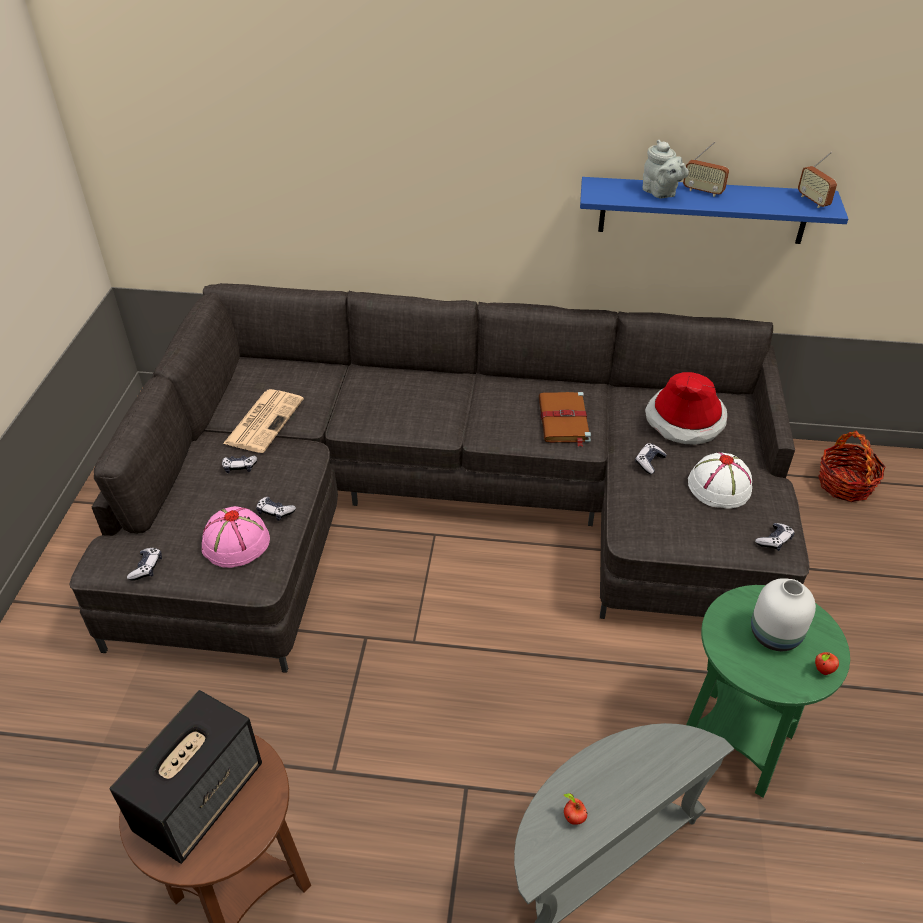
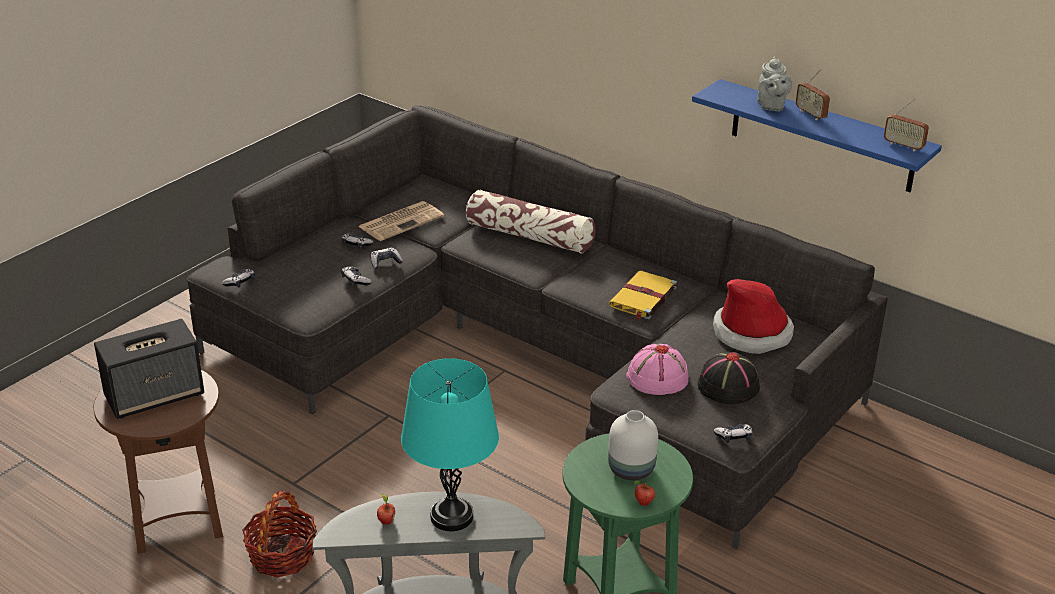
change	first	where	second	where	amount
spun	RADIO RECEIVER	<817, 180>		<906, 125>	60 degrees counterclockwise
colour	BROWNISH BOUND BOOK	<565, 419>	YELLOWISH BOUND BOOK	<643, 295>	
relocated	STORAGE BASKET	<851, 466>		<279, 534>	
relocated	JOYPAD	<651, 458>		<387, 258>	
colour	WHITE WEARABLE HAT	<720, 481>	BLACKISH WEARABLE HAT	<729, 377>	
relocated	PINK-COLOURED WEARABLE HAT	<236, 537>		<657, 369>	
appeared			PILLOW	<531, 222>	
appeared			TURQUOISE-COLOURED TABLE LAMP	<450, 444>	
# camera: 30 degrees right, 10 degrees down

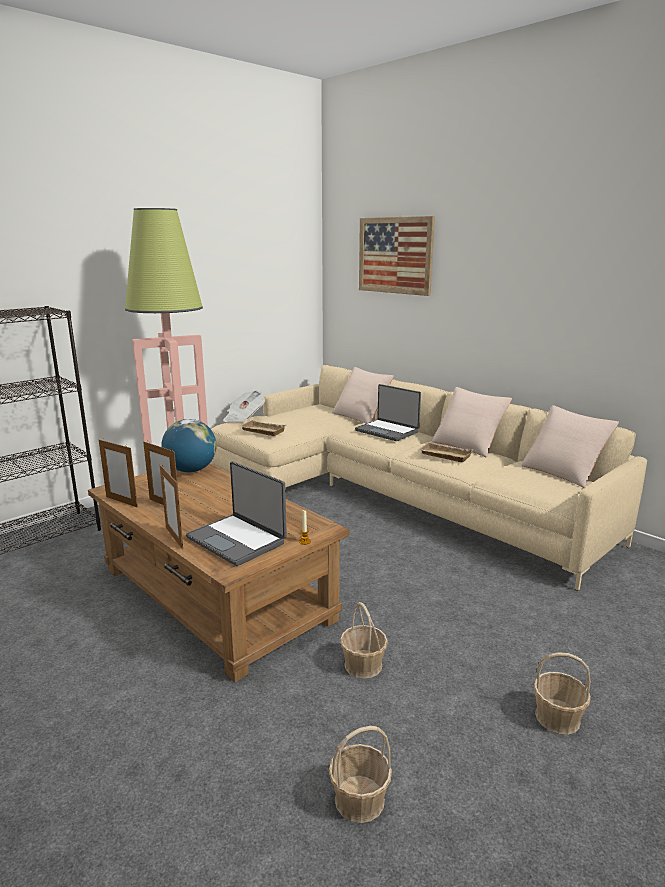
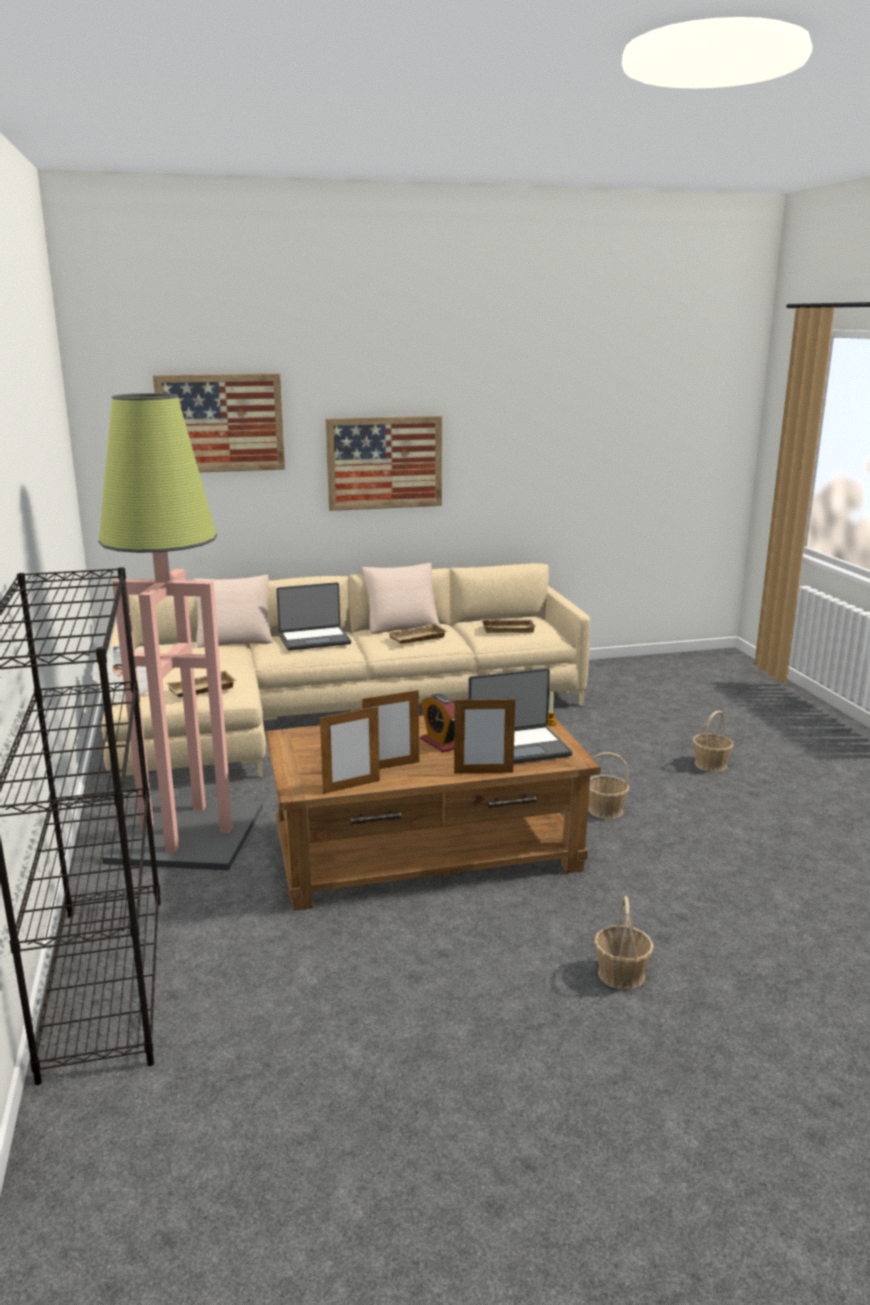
change	first	where	second	where	amount
missing	SAND-COLOURED PILLOW	<570, 446>			
missing	DESK GLOBE	<189, 445>			
relocated	STORAGE BASKET	<360, 774>		<624, 943>	
appeared			PICTURE	<383, 463>	
appeared			SAND-COLOURED SERVING TRAY	<508, 626>	
appeared			TABLE CLOCK	<438, 723>	
# camera: 60 degrees left, 0 degrees up

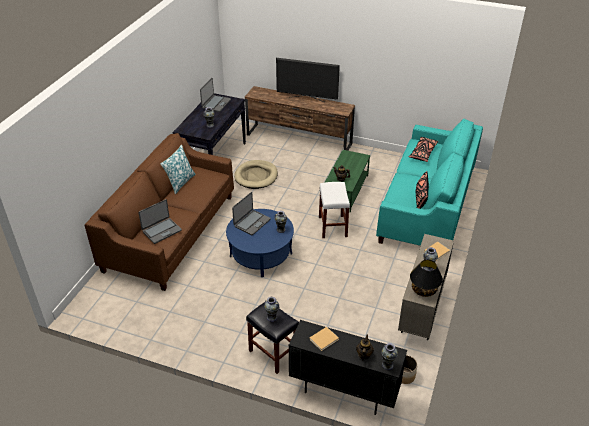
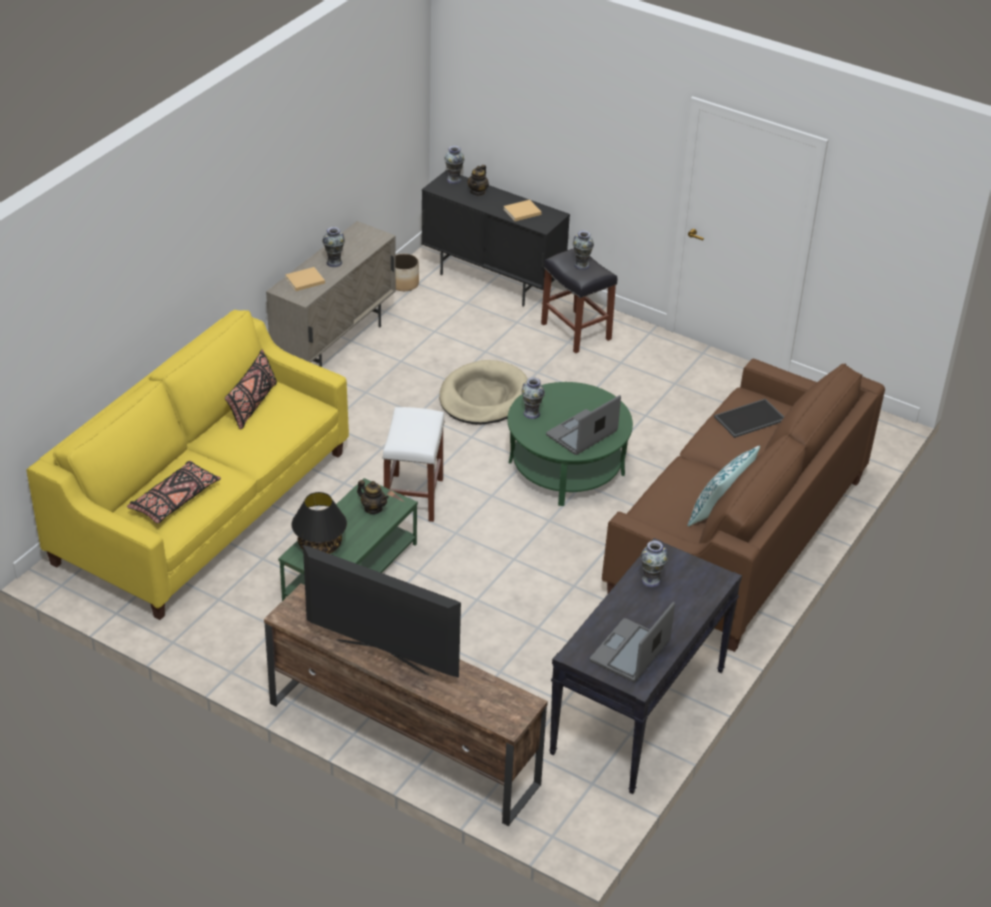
change	first	where	second	where	amount
colour	TURQUOISE-COLOURED COUCH	<429, 182>	YELLOWISH COUCH	<187, 465>	
relocated	SAND-COLOURED DOG CUSHION	<256, 174>		<483, 392>	
exchanged	LAPTOP	<160, 221>	SERVING TRAY	<749, 418>	
colour	BLUE LOUNGE TABLE	<260, 243>	GREEN-COLOURED LOUNGE TABLE	<570, 444>	
relocated	BLACKISH TABLE LAMP	<426, 278>		<319, 523>	
# camera: 170 degrees left, 0 degrees up

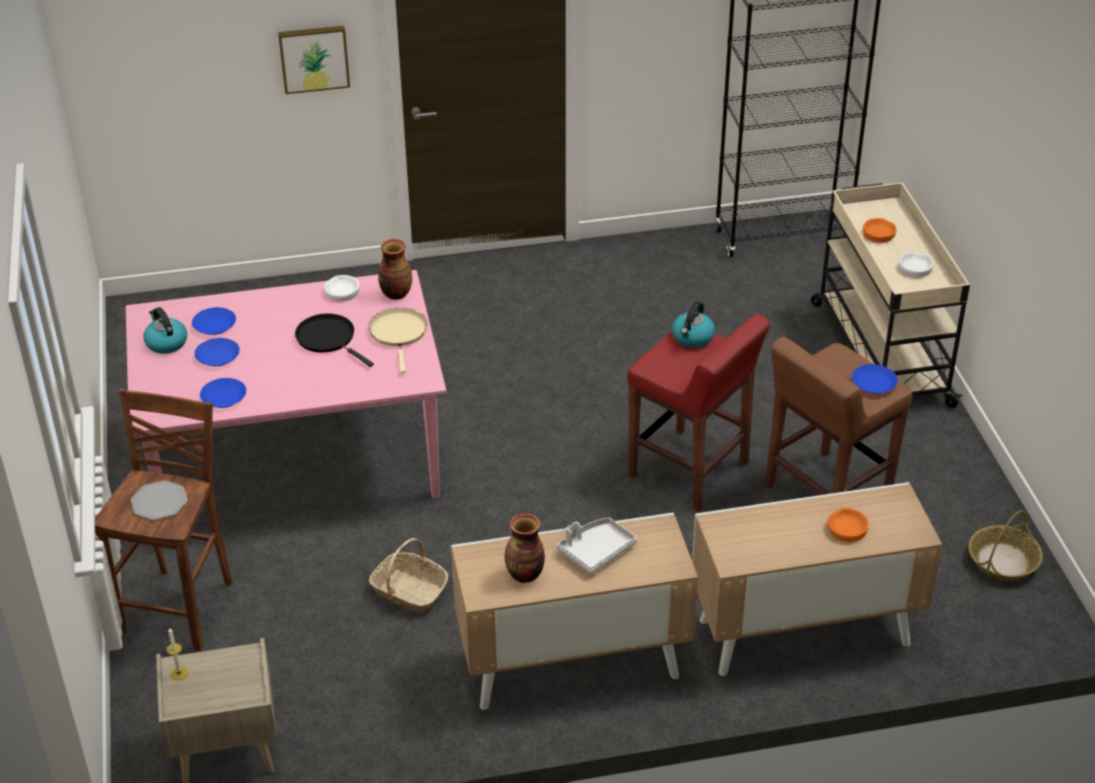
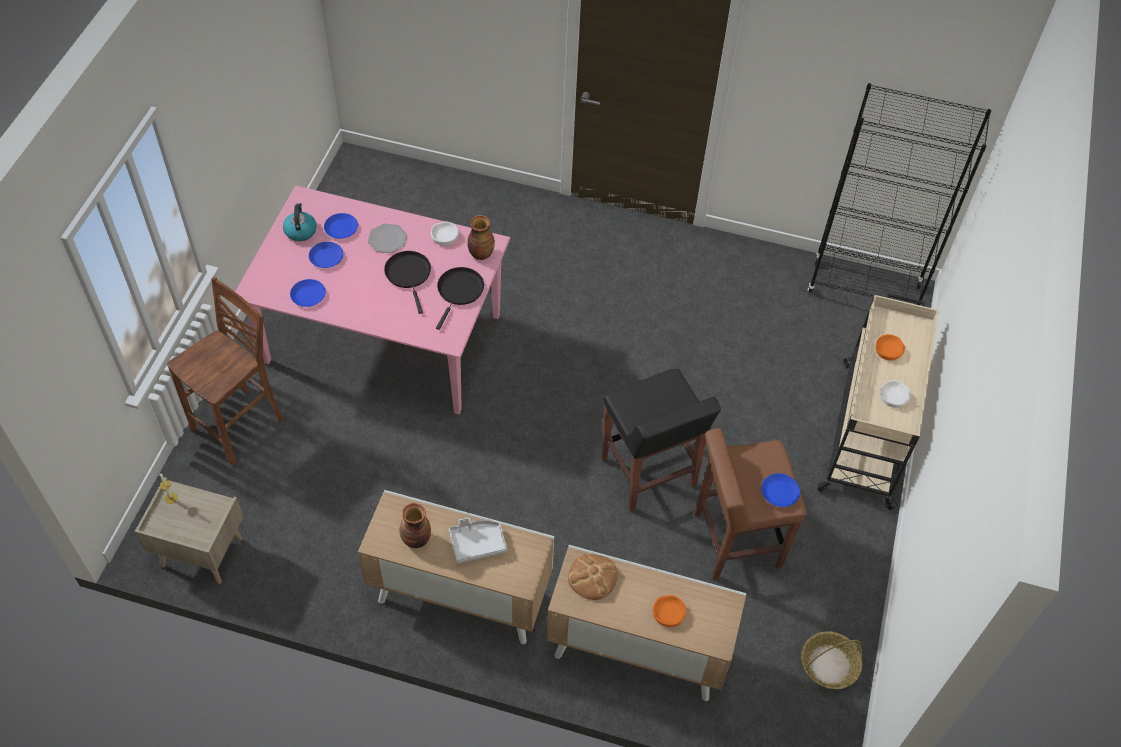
change	first	where	second	where	amount
missing	PICTURE	<314, 60>			
missing	KETTLE	<693, 324>			
colour	SAND-COLOURED FRYING PAN	<398, 340>	BLACKISH FRYING PAN	<460, 298>	
colour	REDDISH STOOL SEAT	<699, 412>	BLACKISH STOOL SEAT	<661, 440>	
relocated	FLAT DISH	<159, 500>		<387, 238>	
missing	STORAGE BASKET	<408, 575>			
appeared			BREAD	<592, 577>	
# camera: 25 degrees right, 15 degrees up

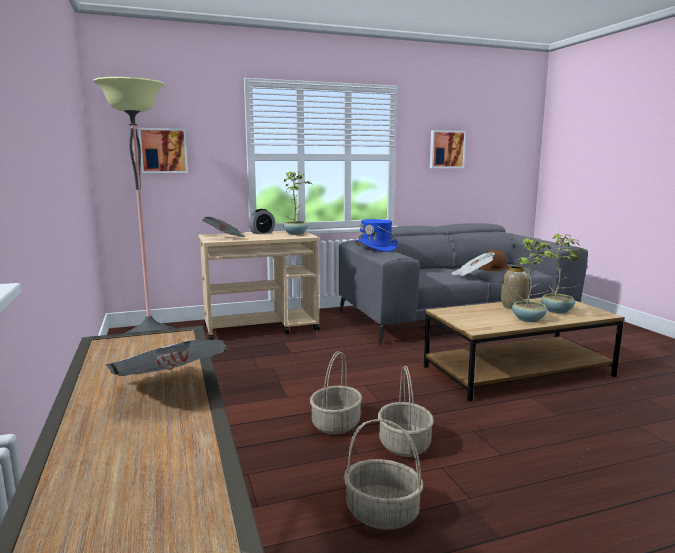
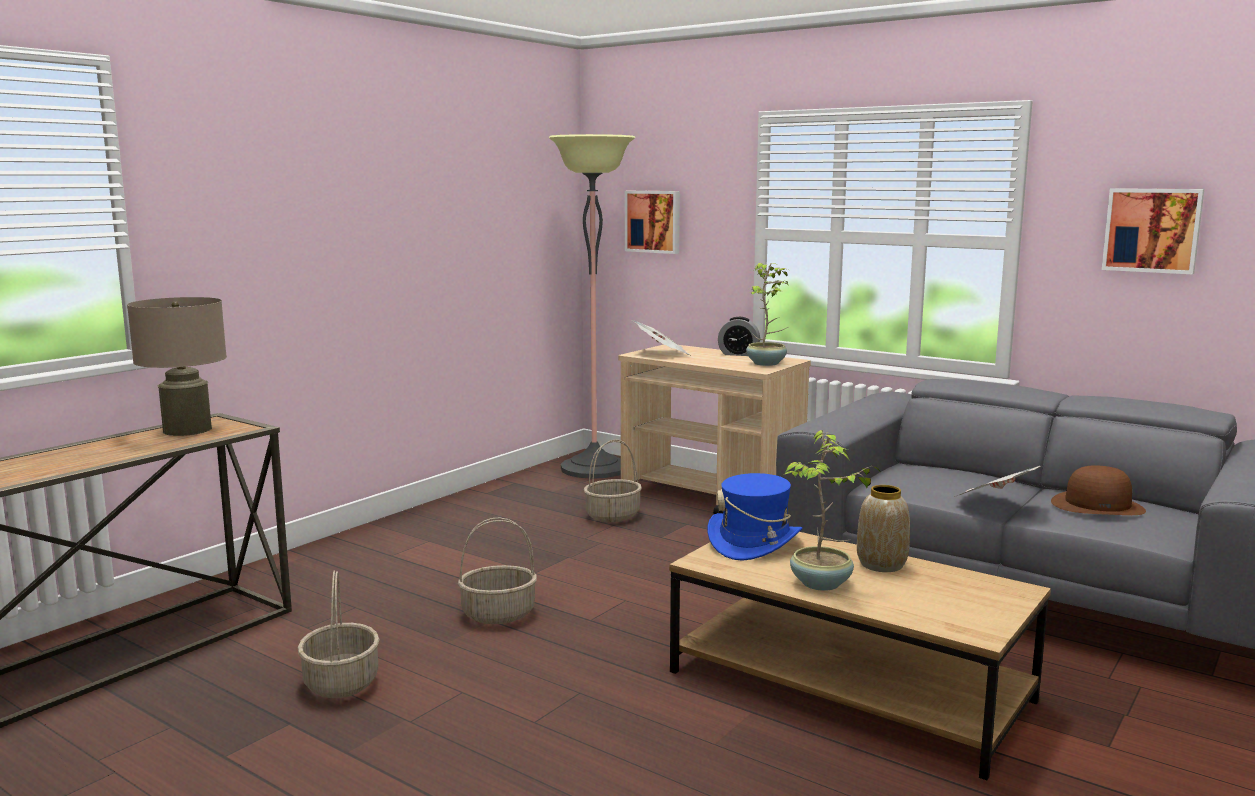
change	first	where	second	where	amount
relocated	BLUE WEARABLE HAT	<376, 235>		<755, 517>	
missing	PLANT IN A POT	<562, 273>			
missing	PRINTED PAPER	<167, 358>			
relocated	STORAGE BASKET	<406, 411>		<613, 480>	
appeared			SAND-COLOURED TABLE LAMP	<177, 366>	
# camera: 55 degrees right, 0 degrees up

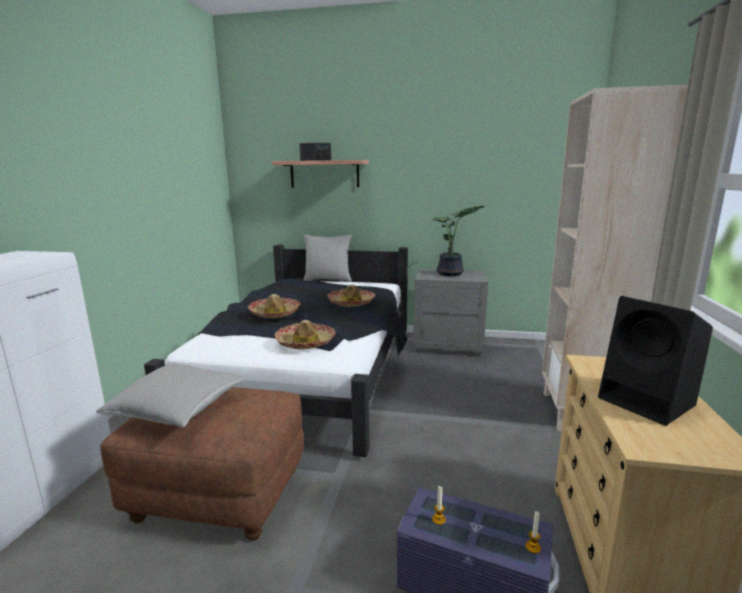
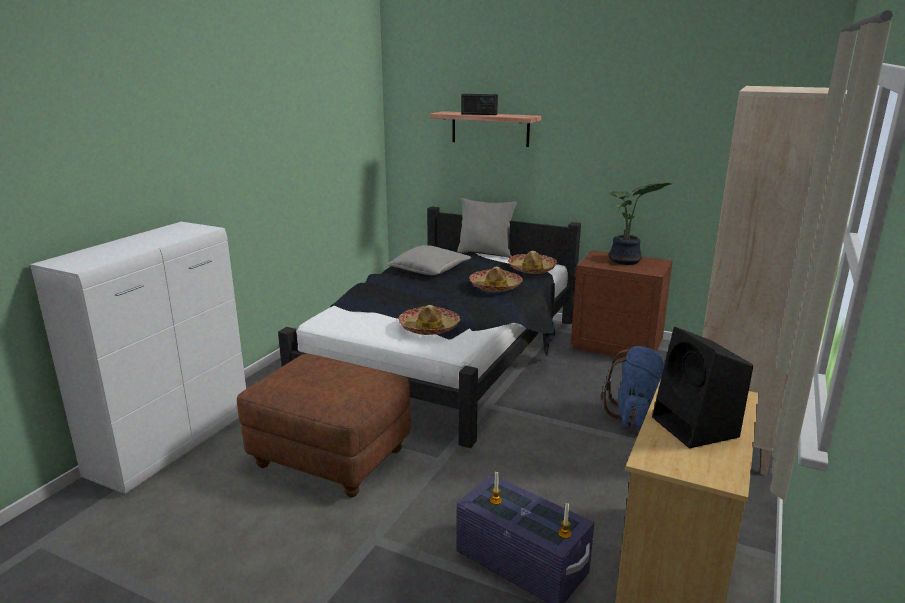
change	first	where	second	where	amount
colour	GREYISH BEDSIDE TABLE	<450, 312>	BROWNISH BEDSIDE TABLE	<621, 304>	
relocated	WEARABLE HAT	<274, 306>		<532, 262>	
relocated	GREYISH PILLOW	<171, 395>		<429, 260>	
appeared			BLUE BACKPACK	<632, 387>	
# camera: 15 degrees right, 5 degrees up

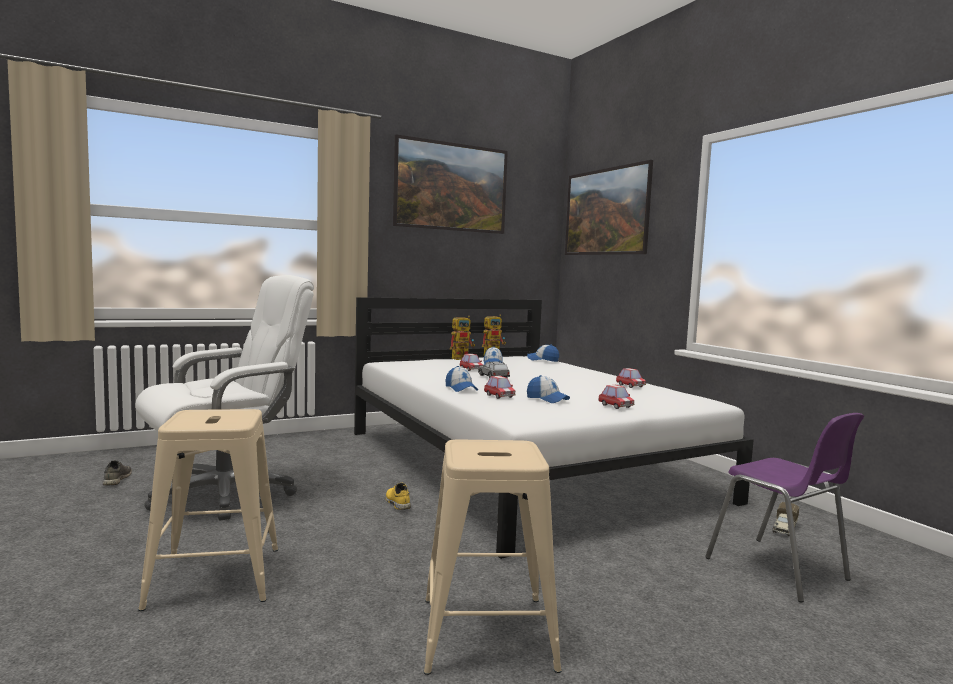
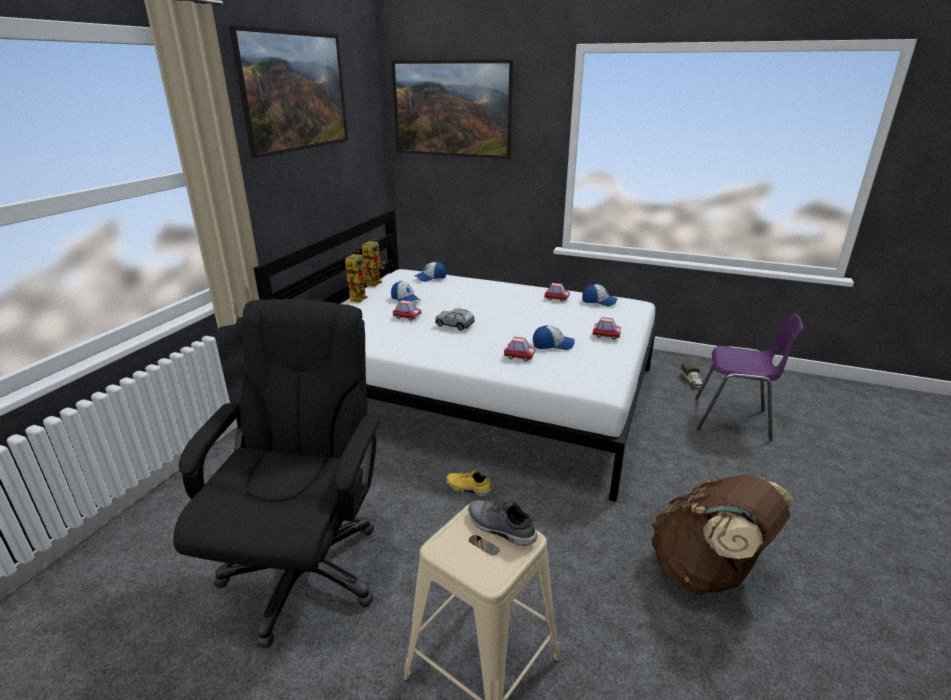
change	first	where	second	where	amount
colour	WHITE DESK CHAIR	<224, 398>	BLACKISH DESK CHAIR	<277, 473>	
relocated	CAP	<462, 379>		<600, 295>	
exchanged	SAND-COLOURED STOOL SEAT	<493, 557>	BROWNISH BACKPACK	<722, 535>	
relocated	GREYISH LOW SHOE	<117, 472>		<502, 523>	
# camera: 40 degrees left, 20 degrees up

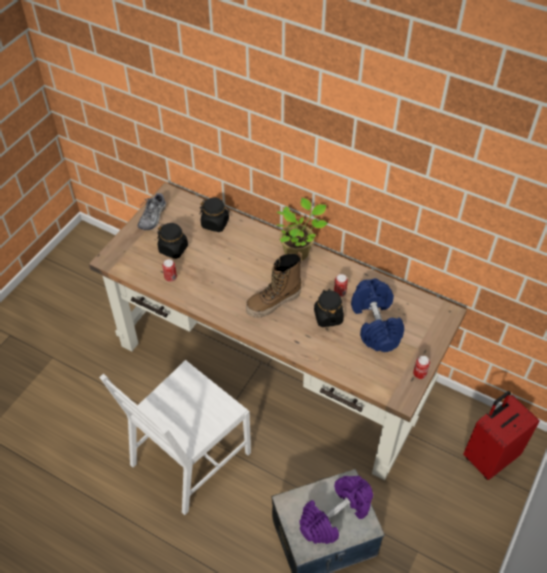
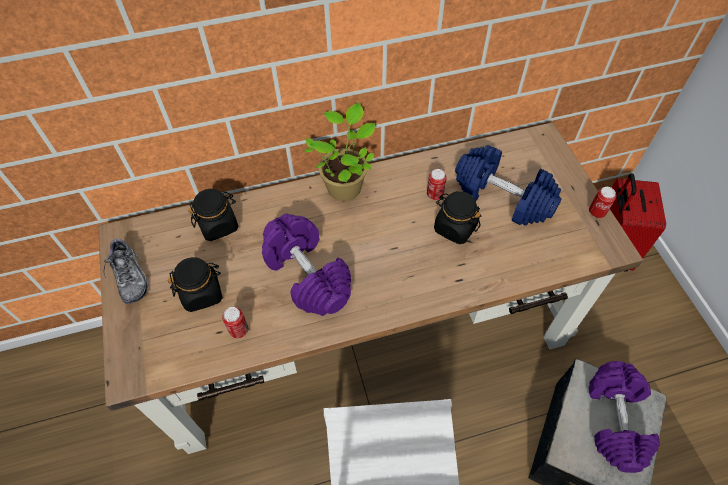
change	first	where	second	where	amount
missing	TALL BOOT	<274, 284>			
appeared			PURPLISH DUMBBELL	<306, 265>	
# camera: 45 degrees left, 5 degrees up

